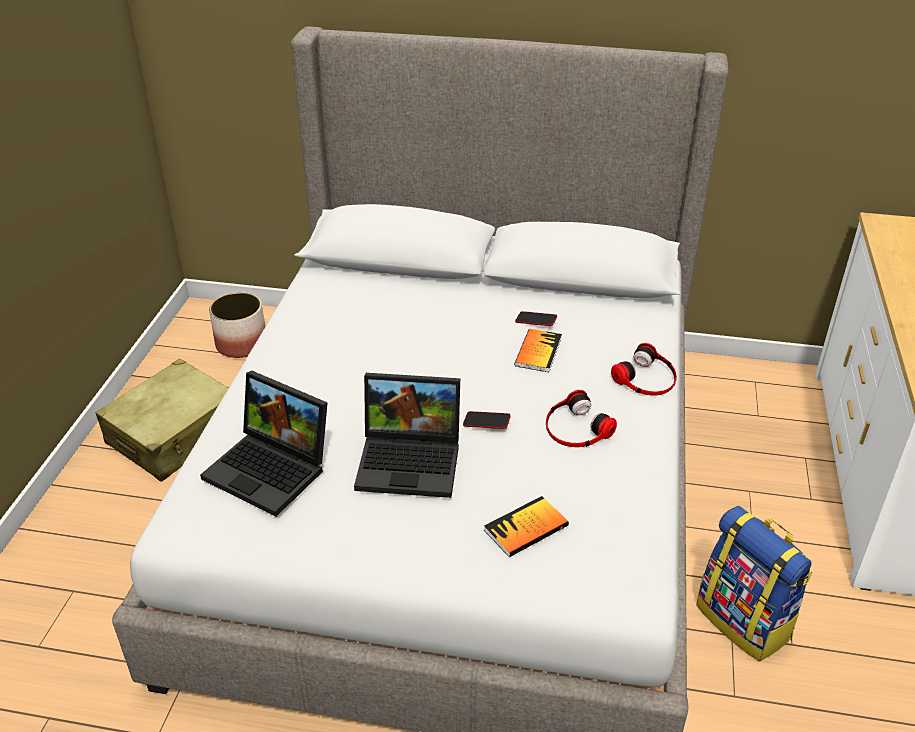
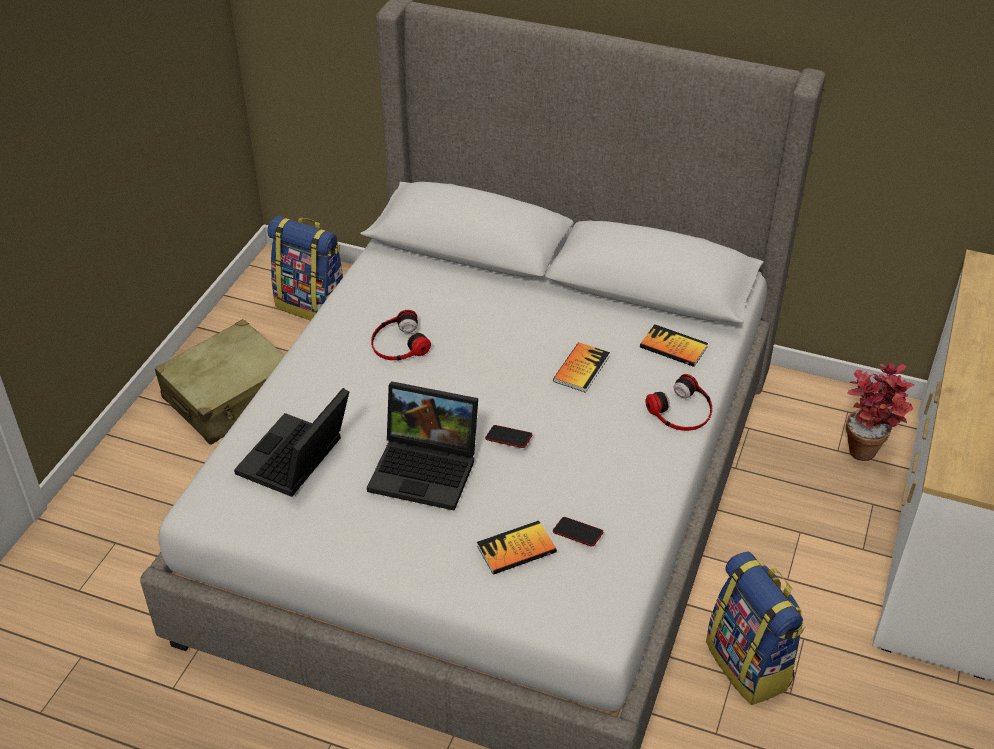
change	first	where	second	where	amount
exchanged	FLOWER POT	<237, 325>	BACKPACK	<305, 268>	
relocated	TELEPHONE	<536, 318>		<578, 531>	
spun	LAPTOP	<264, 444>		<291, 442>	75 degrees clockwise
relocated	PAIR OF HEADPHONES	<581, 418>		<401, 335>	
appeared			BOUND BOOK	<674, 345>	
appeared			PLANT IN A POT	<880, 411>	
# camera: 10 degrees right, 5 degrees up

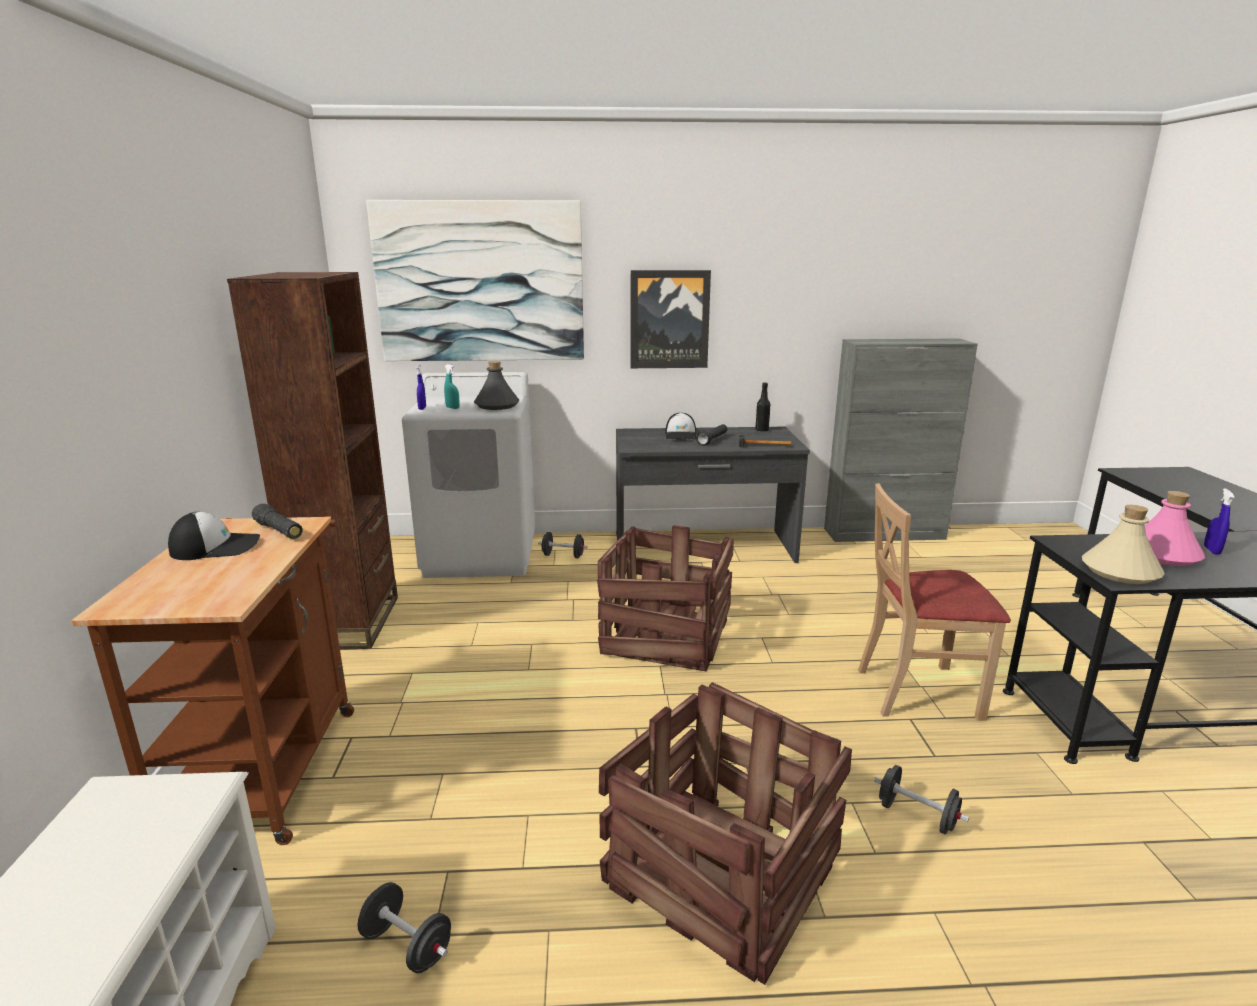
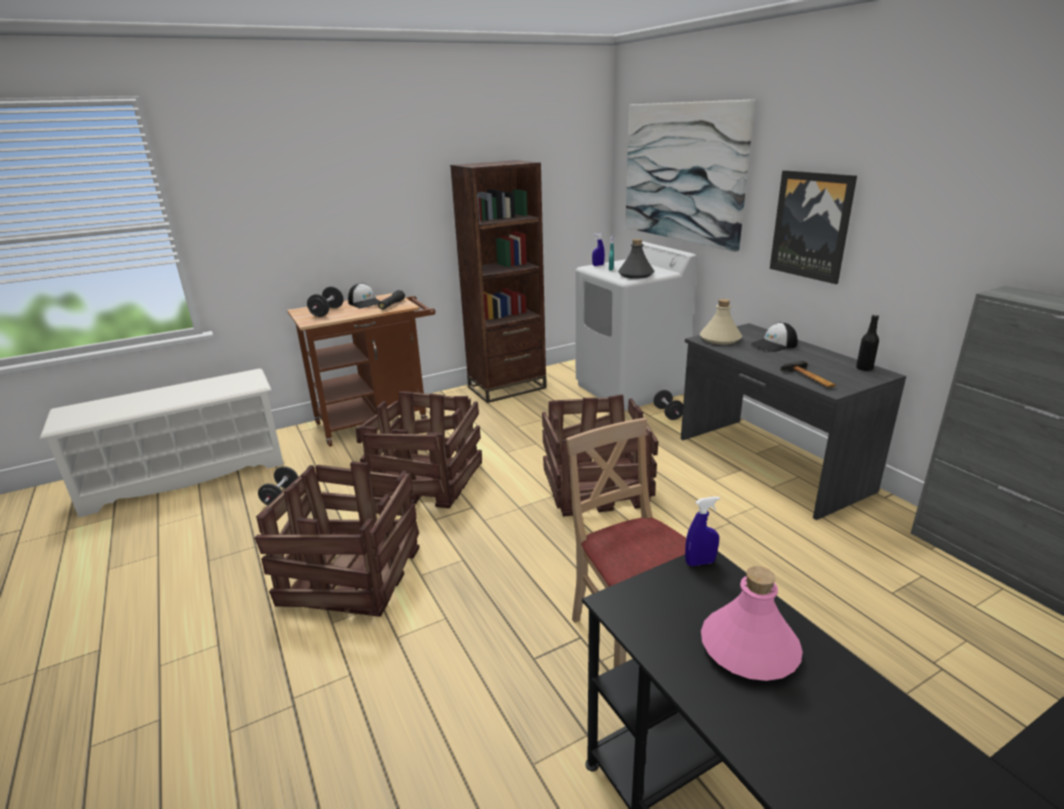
change	first	where	second	where	amount
missing	BLACKISH TORCH	<711, 435>			
relocated	BLUE SPRAYER	<1219, 521>		<702, 531>	
relocated	SAND-COLOURED DRINK BOTTLE	<1123, 544>		<721, 322>	
relocated	BLACKISH DUMBBELL	<921, 799>		<325, 301>	
appeared			CRATE	<419, 450>	
# camera: 65 degrees right, 5 degrees up

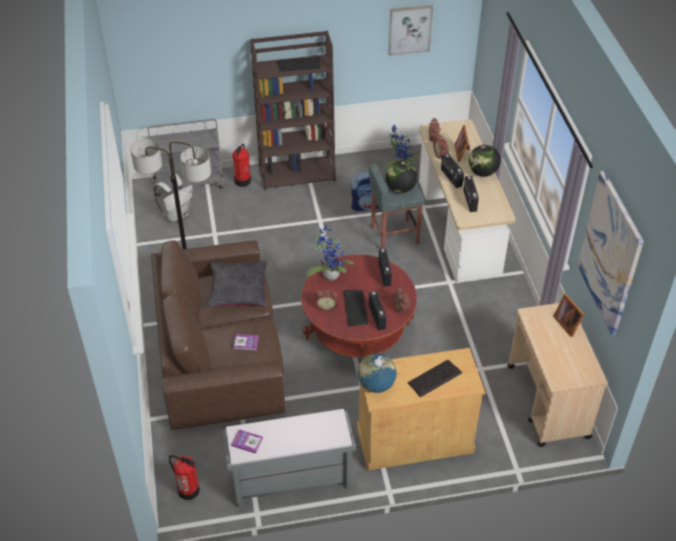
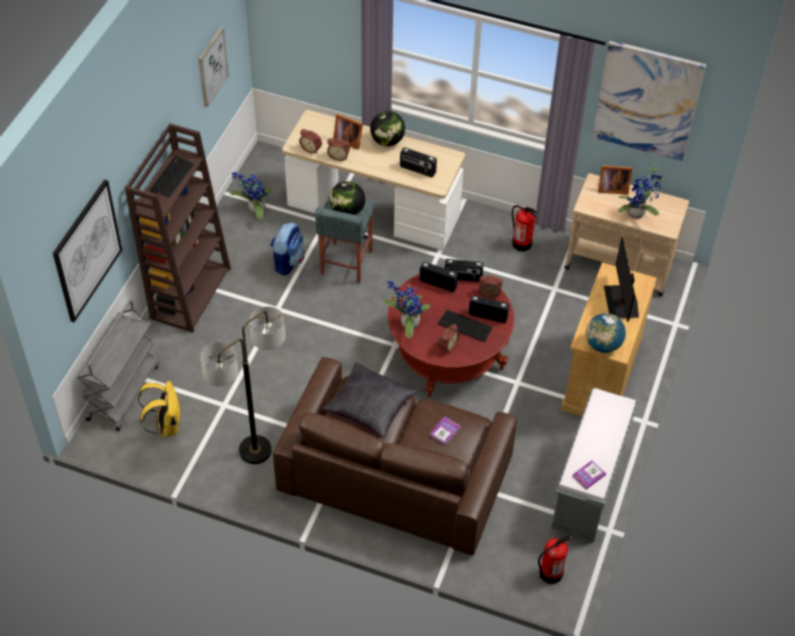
change	first	where	second	where	amount
relocated	EXTINGUISHER	<241, 165>		<525, 228>	
relocated	RADIO RECEIVER	<452, 171>		<464, 270>	
colour	WHITE BACKPACK	<173, 198>	YELLOWISH BACKPACK	<159, 409>	
exchanged	PC KEYBOARD	<435, 378>	COMPUTER SCREEN	<621, 279>	
appeared			PLANT IN A POT	<640, 191>	
appeared			PICTURE	<87, 250>	
# camera: 60 degrees left, 5 degrees up

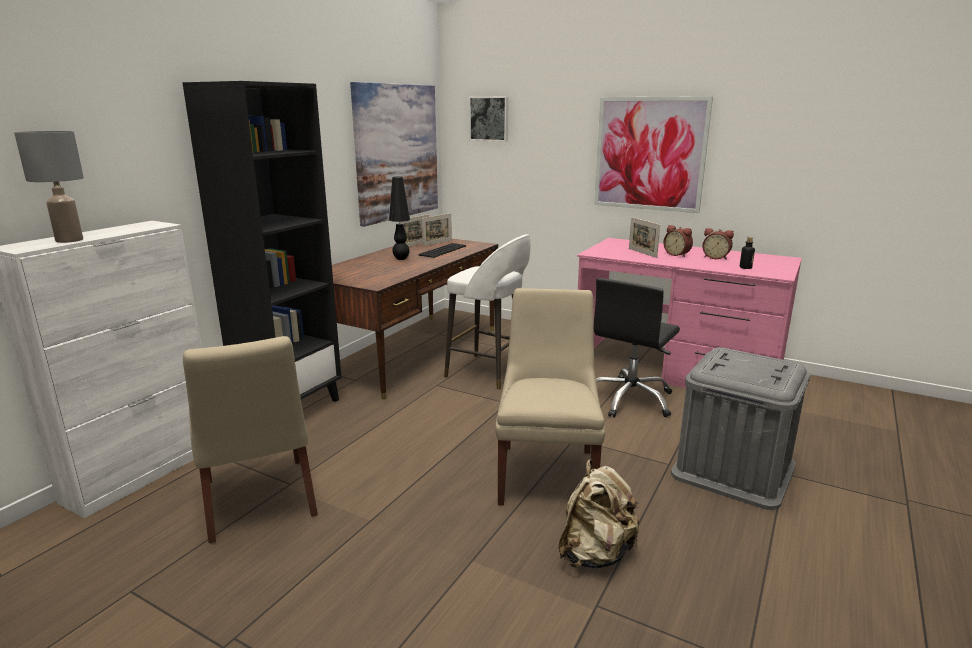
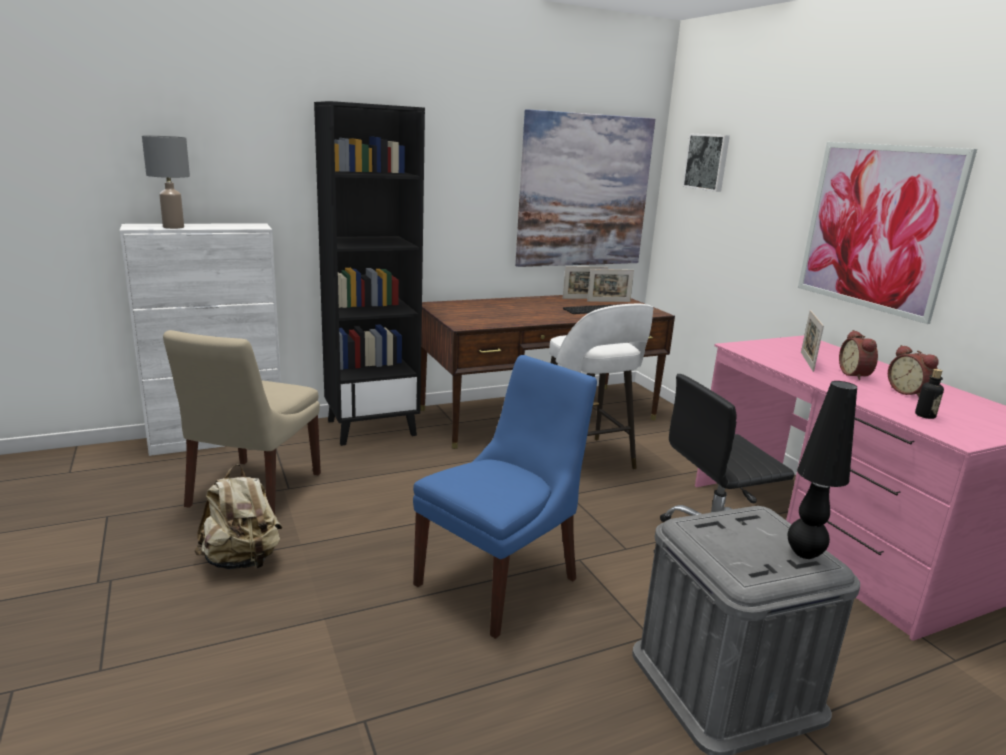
change	first	where	second	where	amount
relocated	BLACKISH TABLE LAMP	<399, 218>		<822, 470>	
colour	SAND-COLOURED CHAIR	<550, 397>	BLUE CHAIR	<505, 497>	
relocated	SAND-COLOURED BACKPACK	<599, 514>		<238, 516>	
# camera: 35 degrees right, 0 degrees up

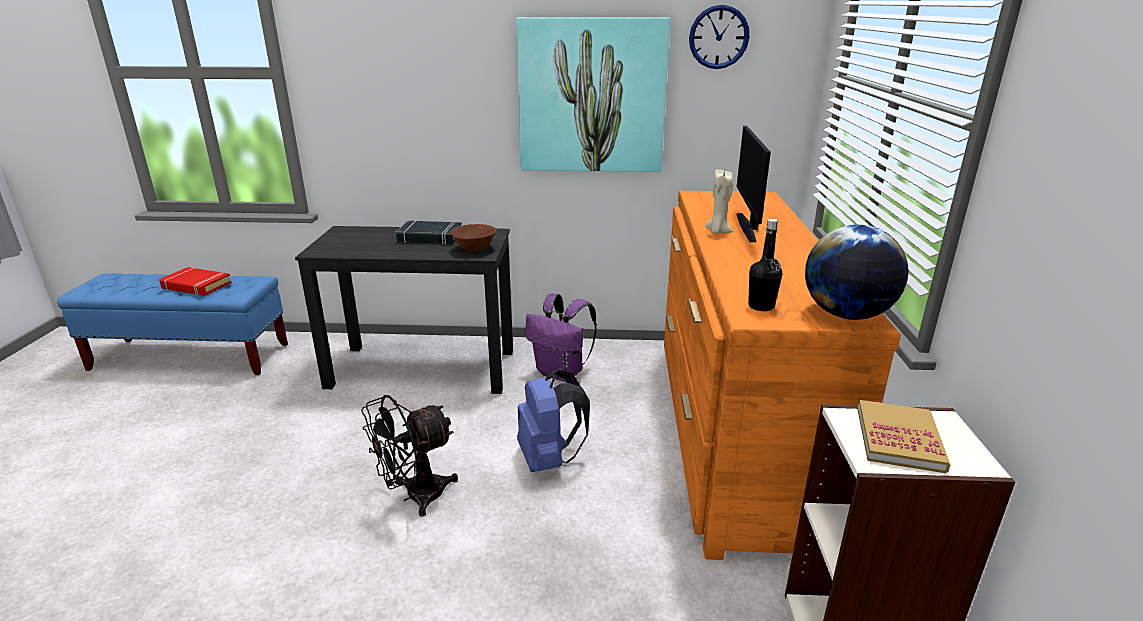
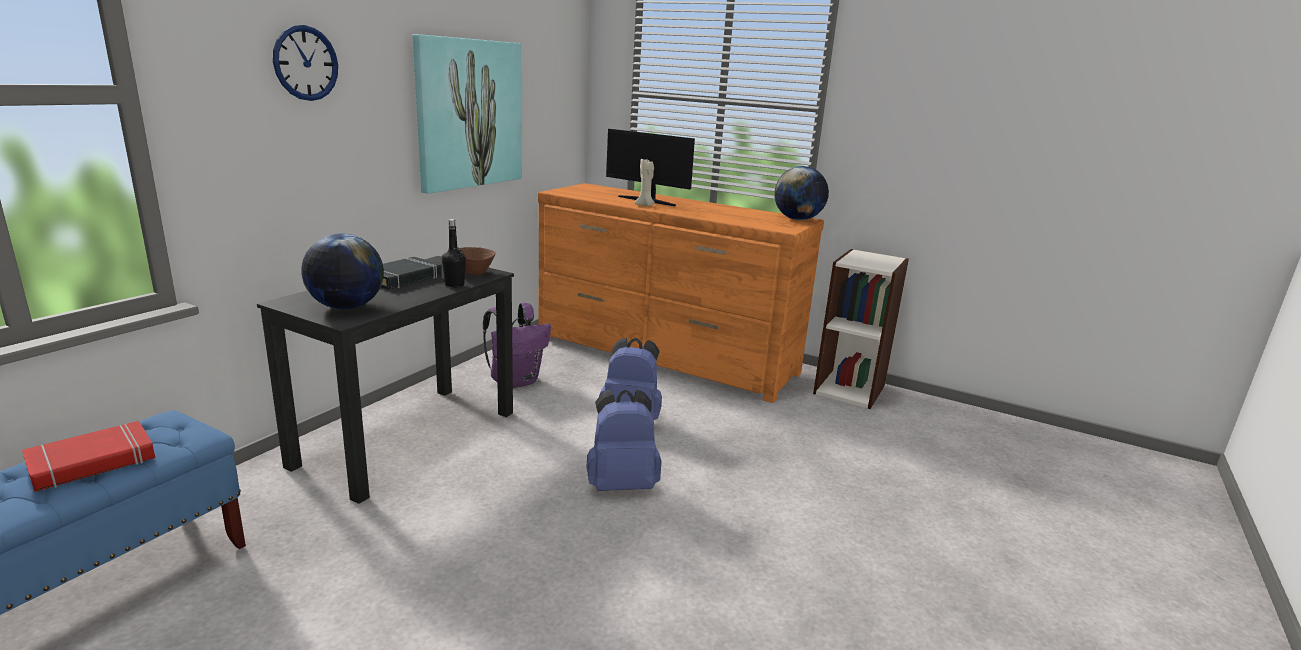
change	first	where	second	where	amount
relocated	CLOCK ON THE WALL	<719, 37>		<305, 63>	
relocated	BLACKISH DRINK BOTTLE	<765, 265>		<454, 253>	
exchanged	BLACKISH FAN	<409, 456>	BLUE BACKPACK	<624, 440>	
missing	BOUND BOOK	<904, 436>			
appeared			DESK GLOBE	<343, 271>	
# camera: 65 degrees left, 5 degrees down

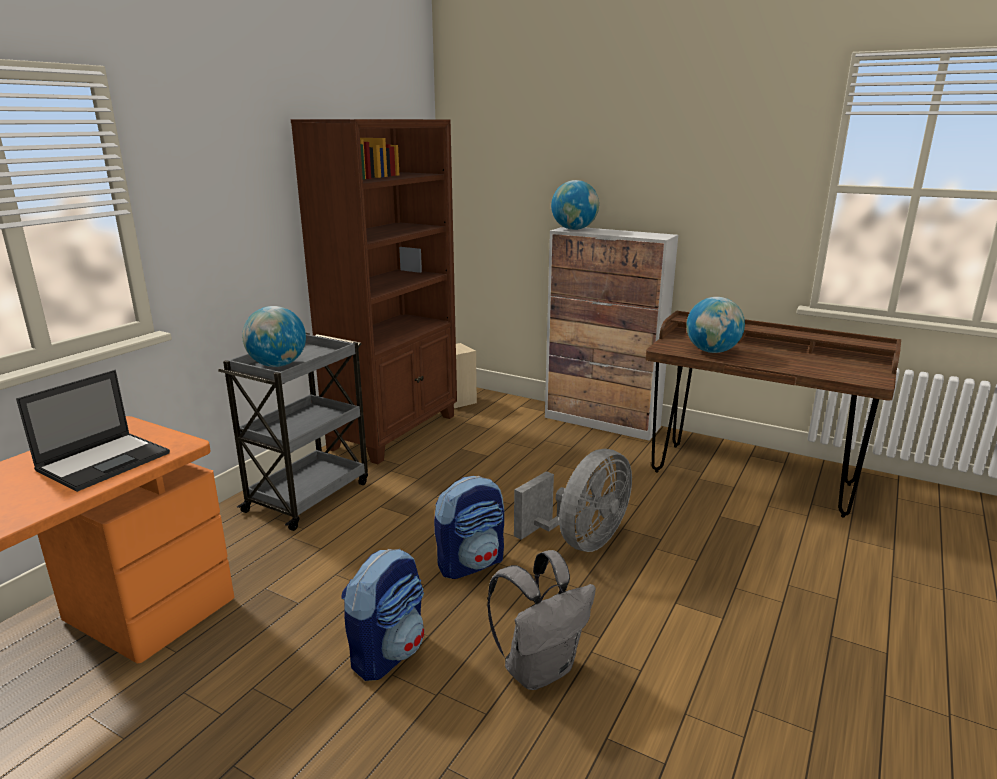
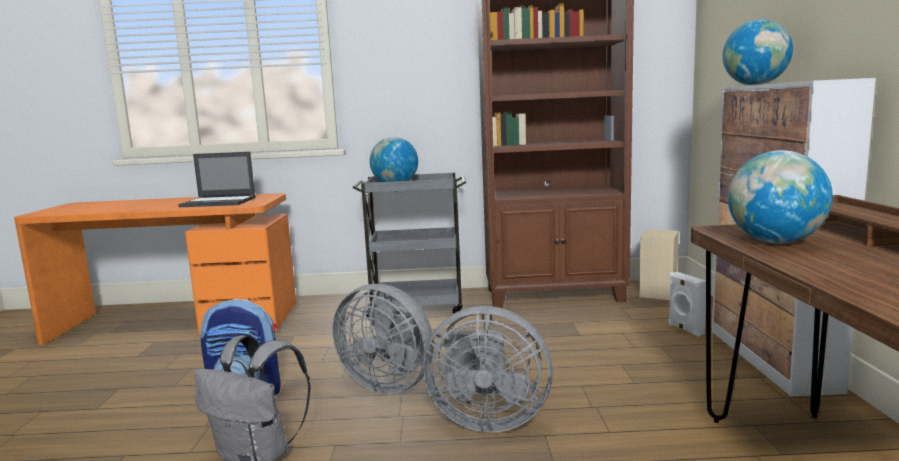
change	first	where	second	where	amount
exchanged	BACKPACK	<469, 527>	GREYISH FAN	<383, 339>	
appeared			WHITE LOUDSPEAKER	<687, 304>	
# camera: 60 degrees right, 10 degrees down

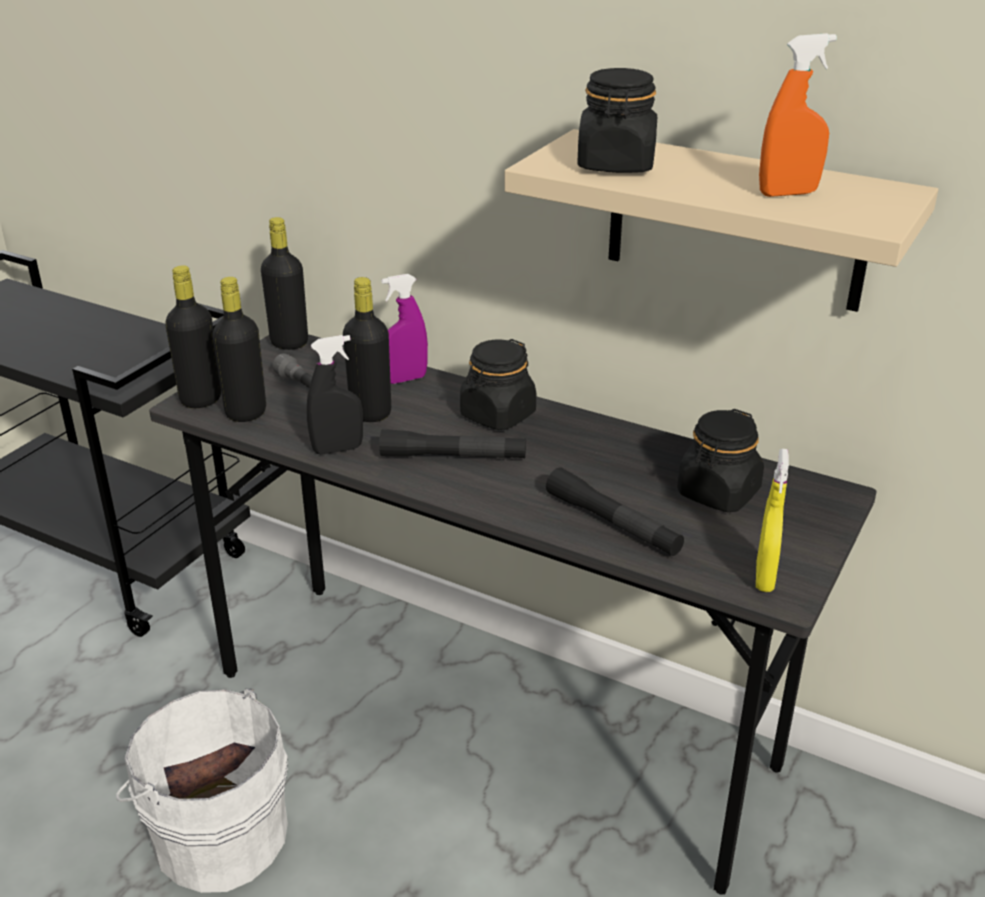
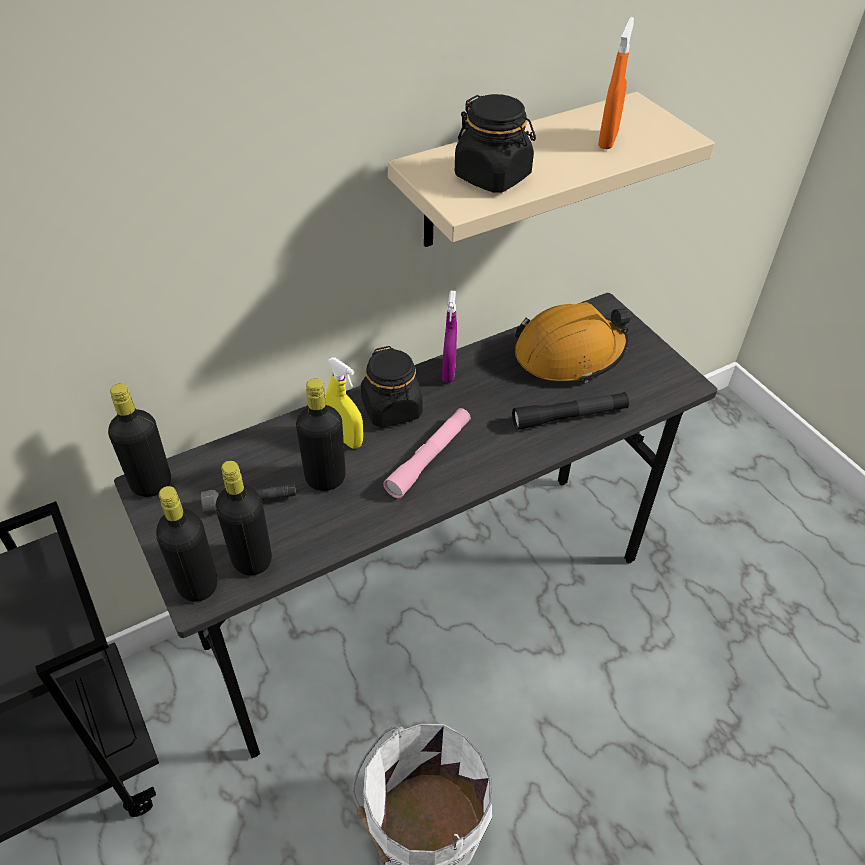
change	first	where	second	where	amount
relocated	PURPLISH SPRAYER	<404, 329>		<449, 336>	
missing	BLACKISH SPRAYER	<335, 395>			
exchanged	BLACKISH JAR	<720, 460>	ORANGE-COLOURED WORK HELMET	<573, 342>	
colour	BLACKISH TORCH	<452, 444>	PINK-COLOURED TORCH	<427, 453>	
relocated	YELLOWISH SPRAYER	<772, 520>		<344, 403>	
# camera: 60 degrees left, 15 degrees up

